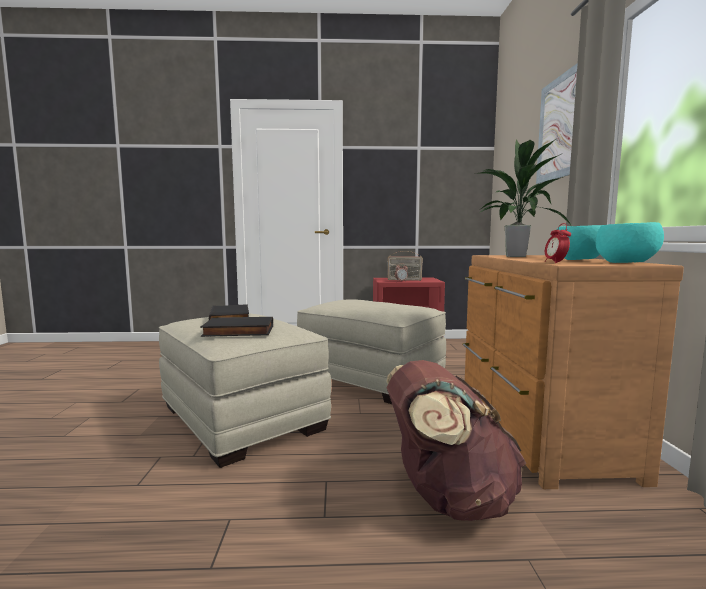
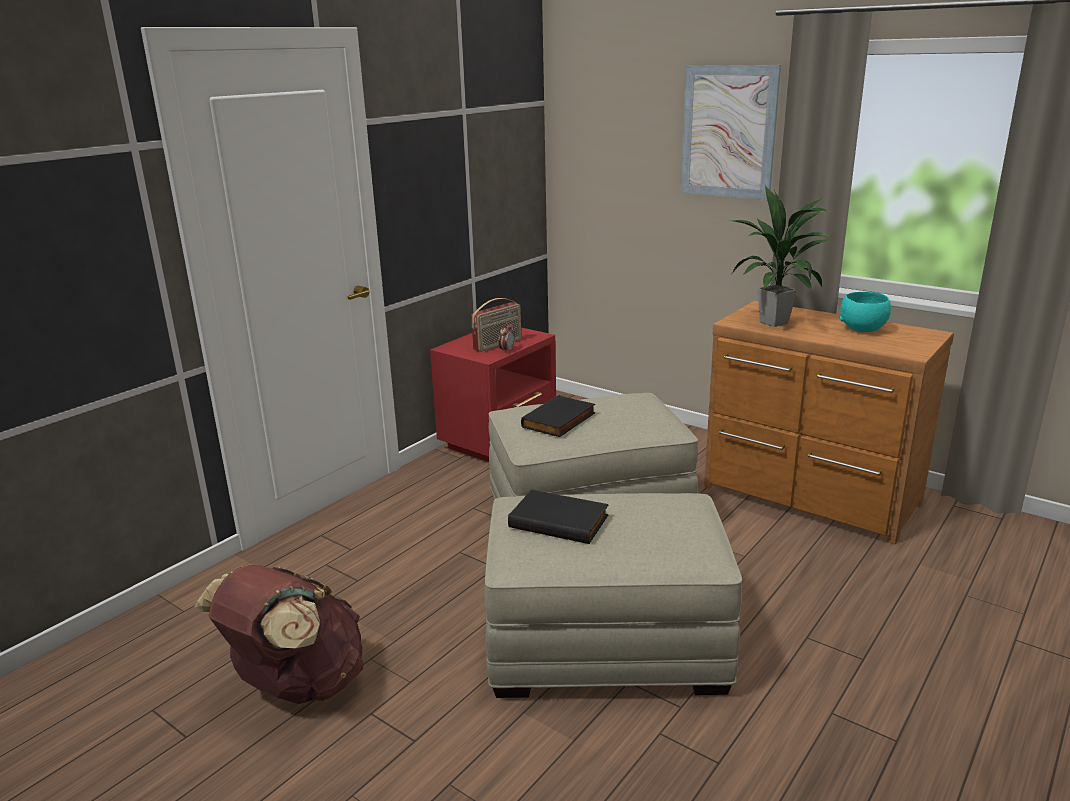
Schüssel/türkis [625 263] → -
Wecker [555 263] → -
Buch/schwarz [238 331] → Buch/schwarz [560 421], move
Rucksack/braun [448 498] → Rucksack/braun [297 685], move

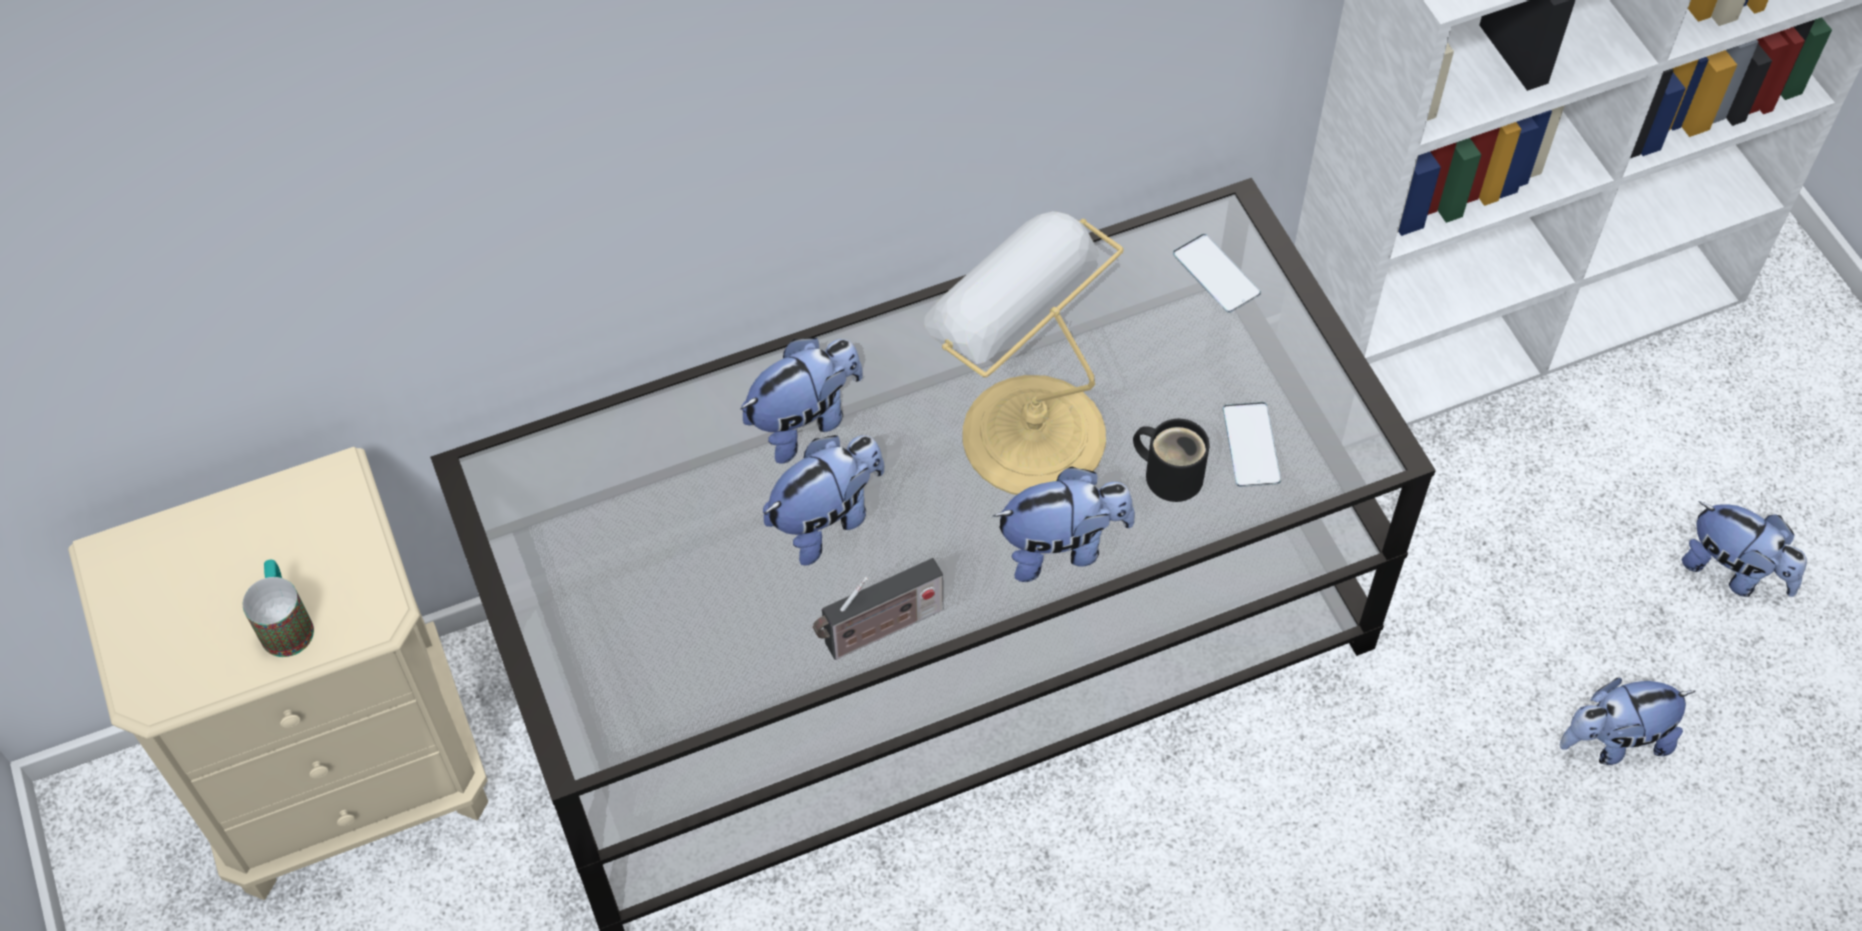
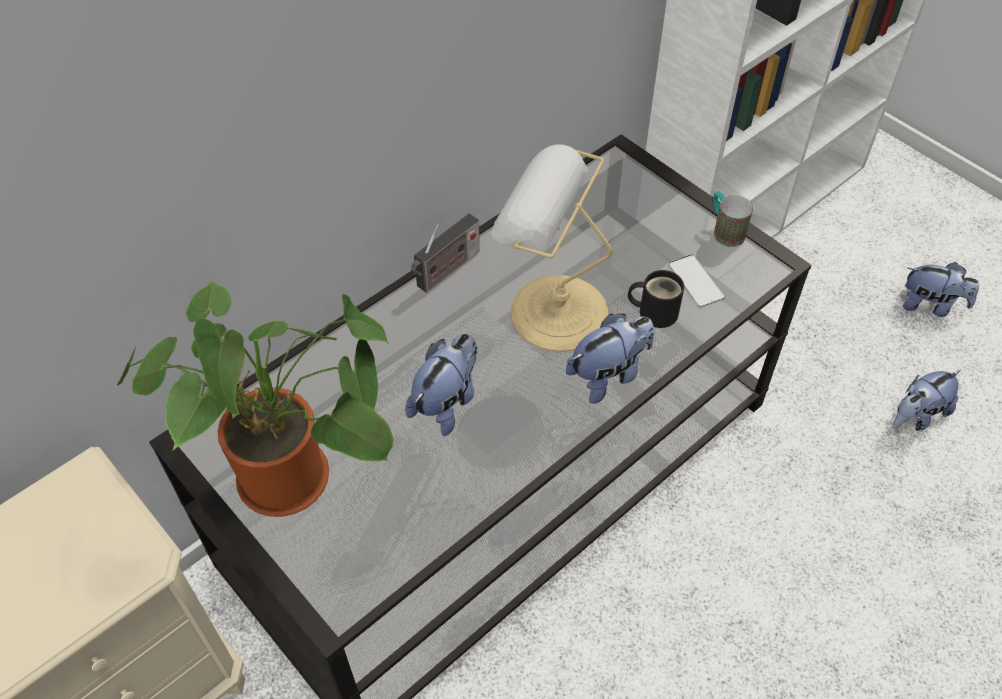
Handy [1216 274] → -
Plüschtier [805 421] → -
Radio [879 630] → Radio [446 271], move
Henkelbecher [286 622] → Henkelbecher [724 231], move
- → Topfpflanze [296 477]

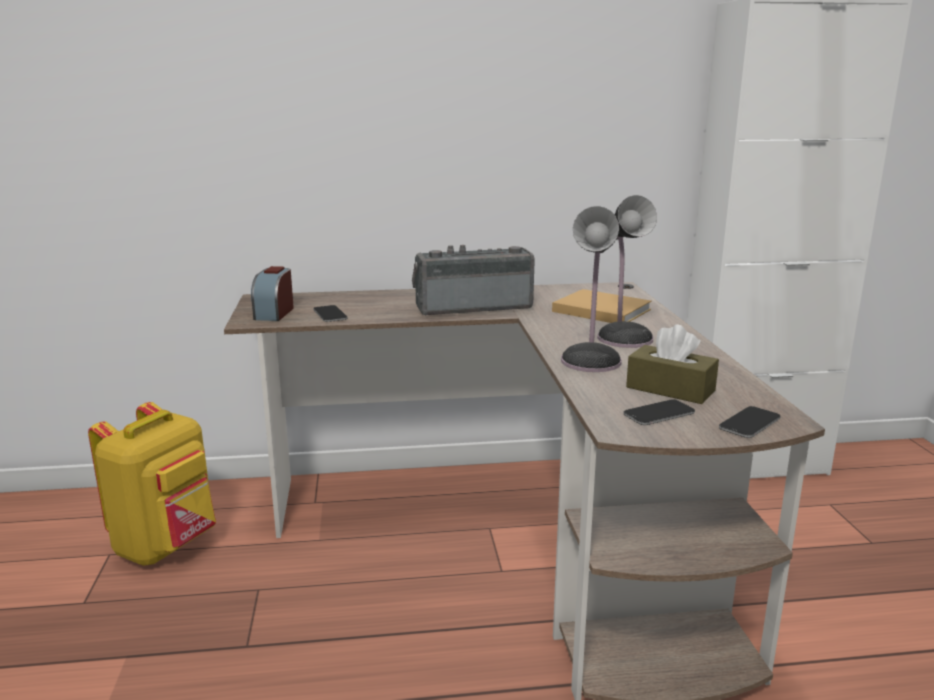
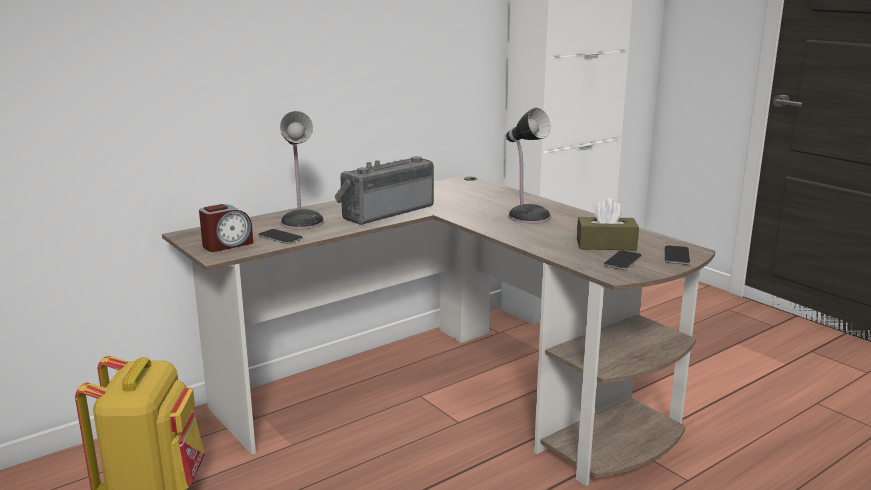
Tischlampe [592 360] → Tischlampe [302 221], move
Wecker [274 313] → Wecker [227 245], 105 degrees counterclockwise
Buch/beige [599 310] → -

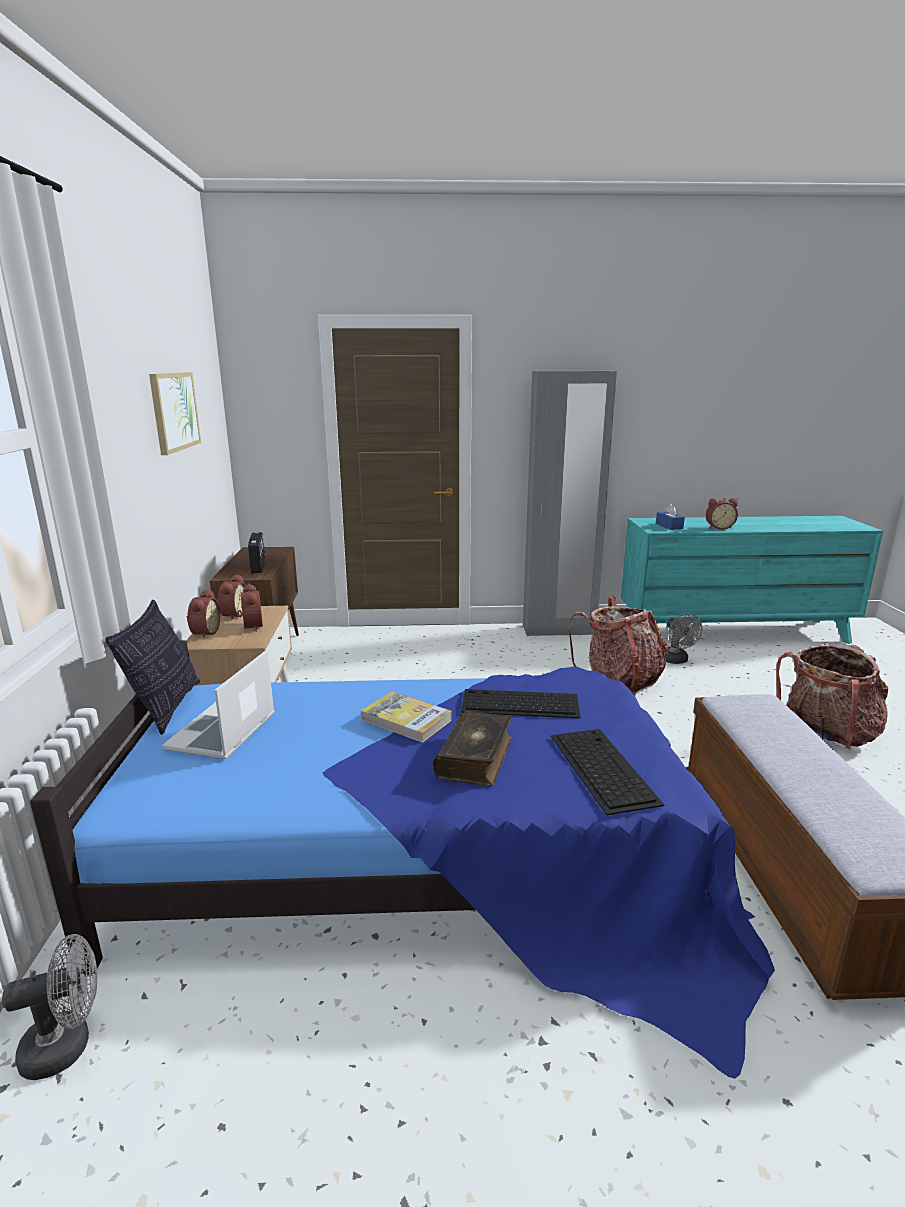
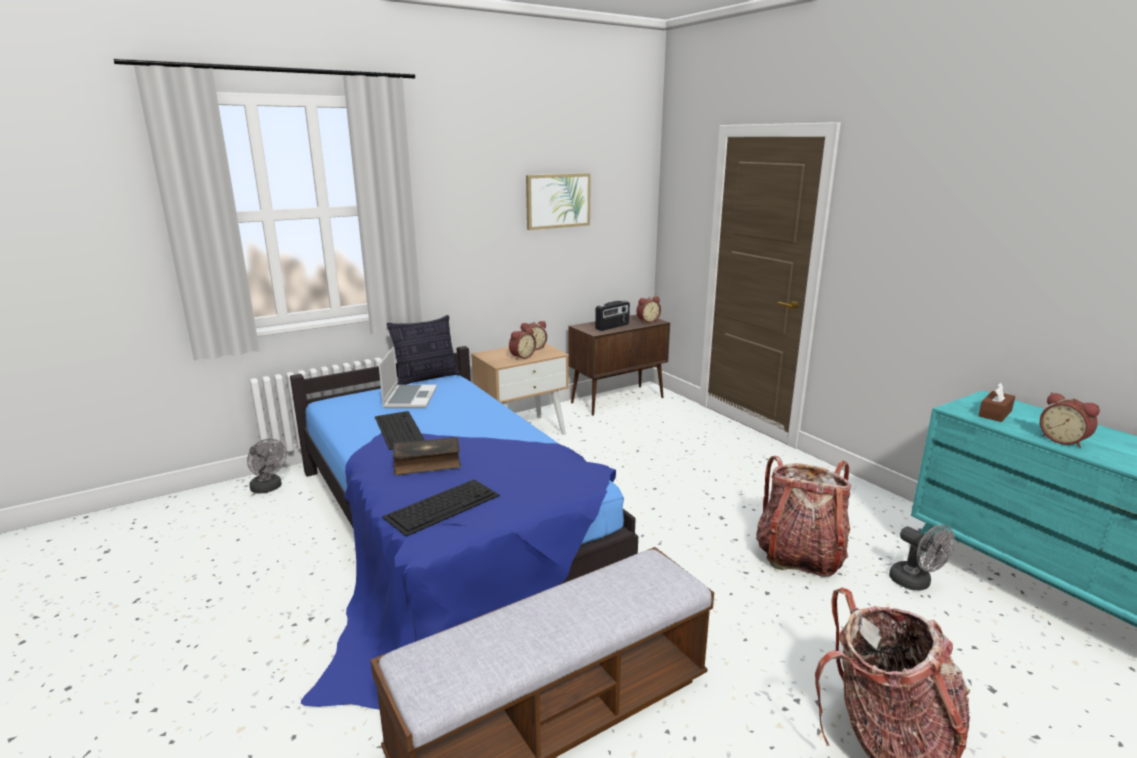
Kleiderschrank/grau [559 630] → -
Taschentuchbox/blau [669 526] → Taschentuchbox/braun [995 413]
Wecker [204 633] → Wecker [647 321], move
Ventilator/grau [676 660] → Ventilator/grau [916 583], 75 degrees counterclockwise
Laptop [222 733] → Laptop [409 398], 105 degrees clockwise
Tastatur [519 703] → Tastatur [399 429], move
Buch [406 720] → -

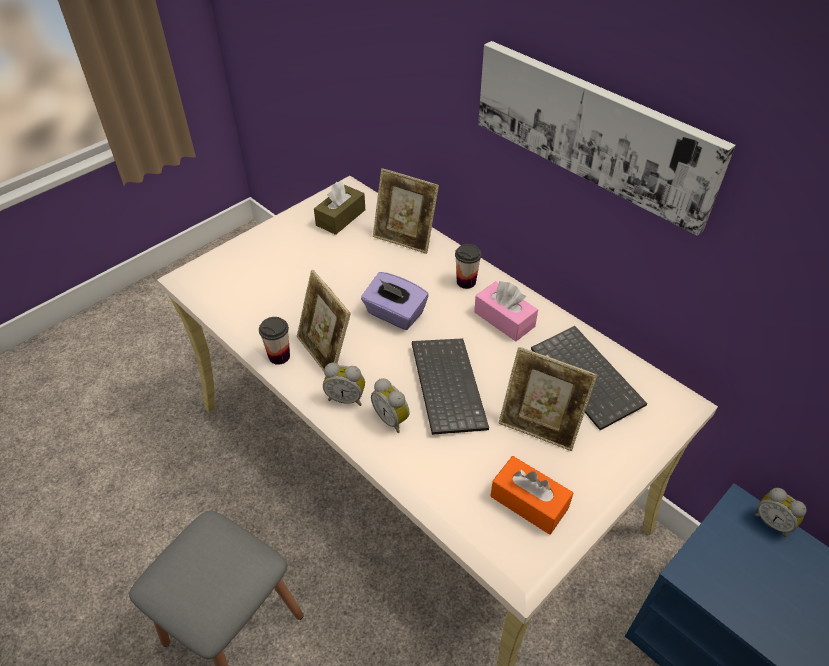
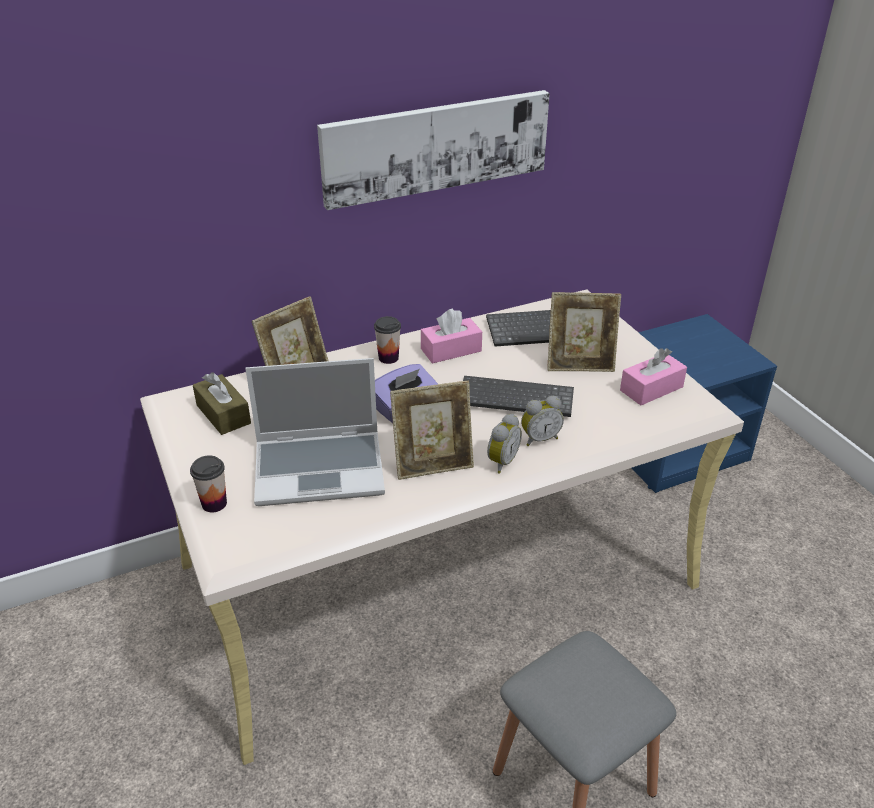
Tasse [279 356] → Tasse [214 503], move
Bilderrahmen [539 426] → Bilderrahmen [580 364], 45 degrees clockwise
Taschentuchbox/orange [529 502] → Taschentuchbox/rosa [651 389]
Wecker [772 522] → -
- → Laptop [321 468]

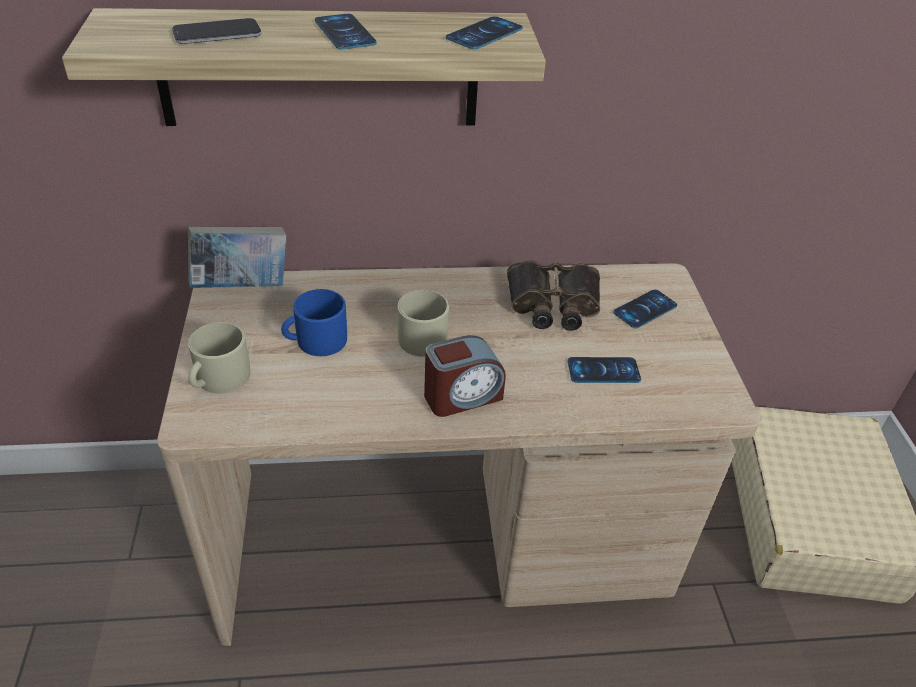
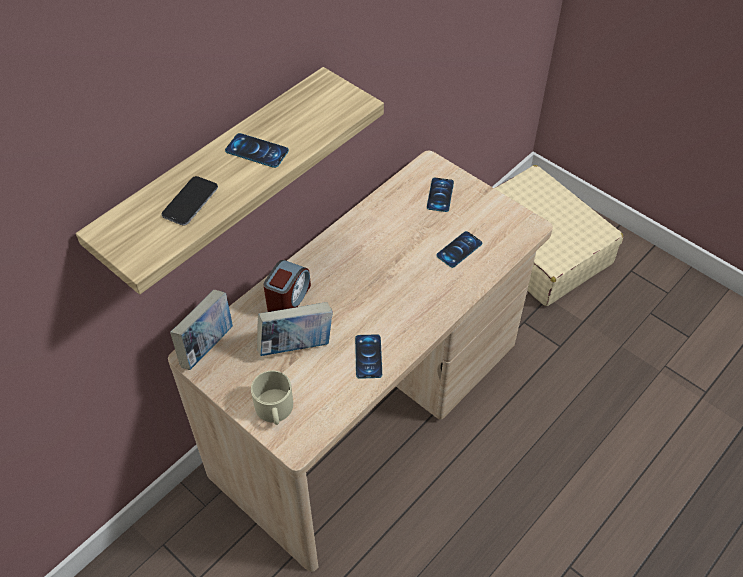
Handy [484 34] → Handy [368 356], move
Fernglas [552 304] → -
Henkelbecher/blau [315 341] → Buch [296 346]
Henkelbecher/beige [420 335] → -
Wecker [462 396] → Wecker [288 299], move

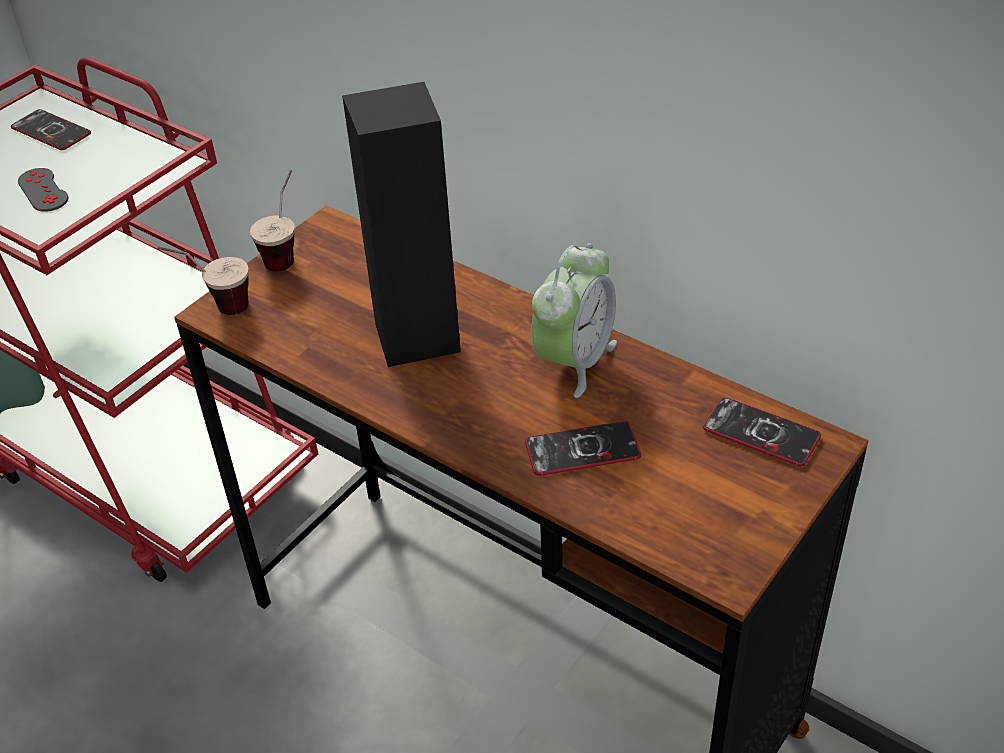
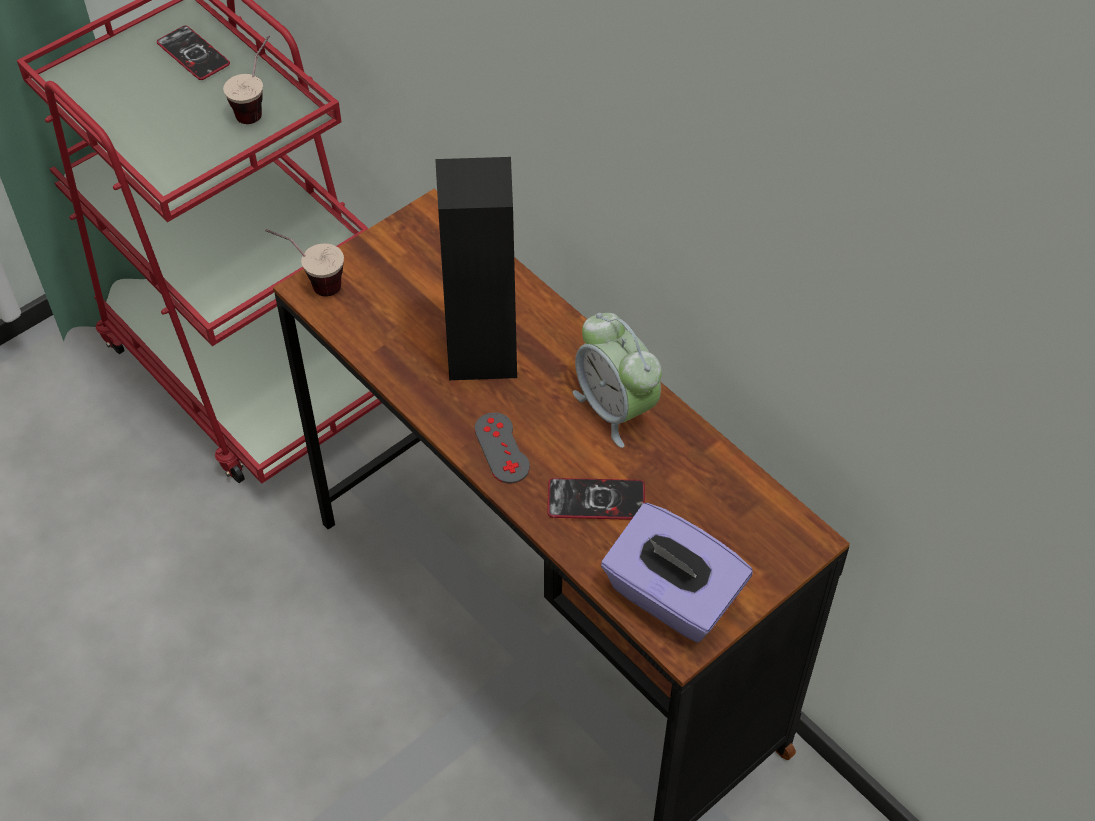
Gamepad/grau [43 190] → Gamepad/grau [502 448], move
Tasse [286 252] → Tasse [258 106], move
Wecker [574 361] → Wecker [615 409], 105 degrees clockwise
Handy [761 433] → -
- → Taschentuchbox/lila [671 597]

